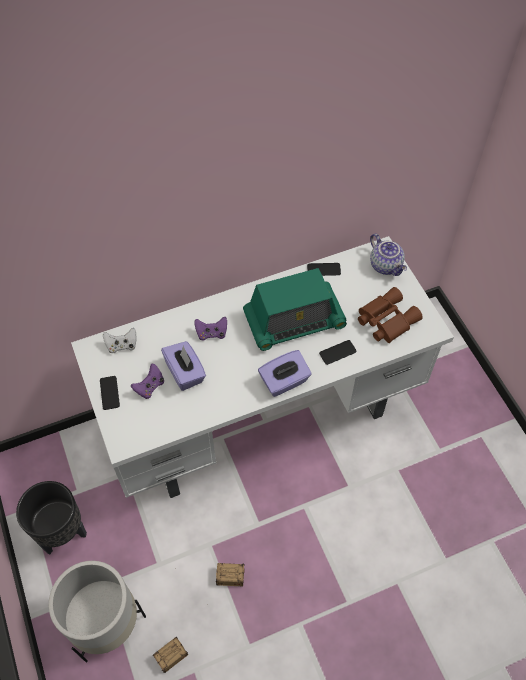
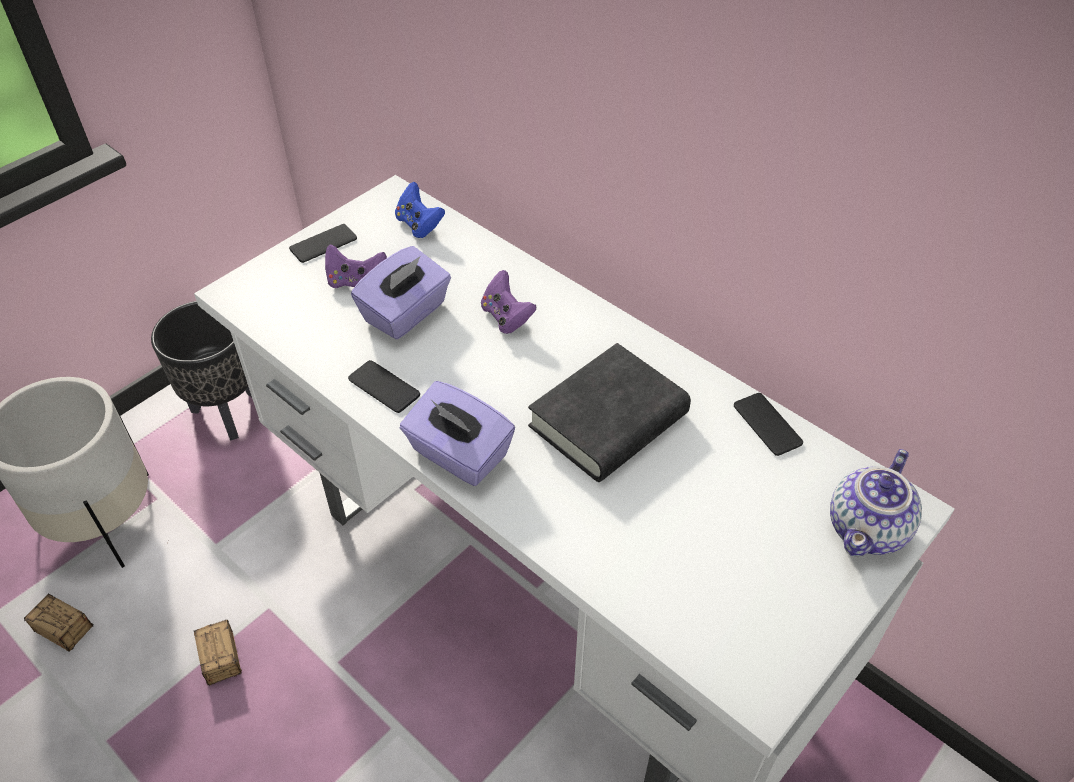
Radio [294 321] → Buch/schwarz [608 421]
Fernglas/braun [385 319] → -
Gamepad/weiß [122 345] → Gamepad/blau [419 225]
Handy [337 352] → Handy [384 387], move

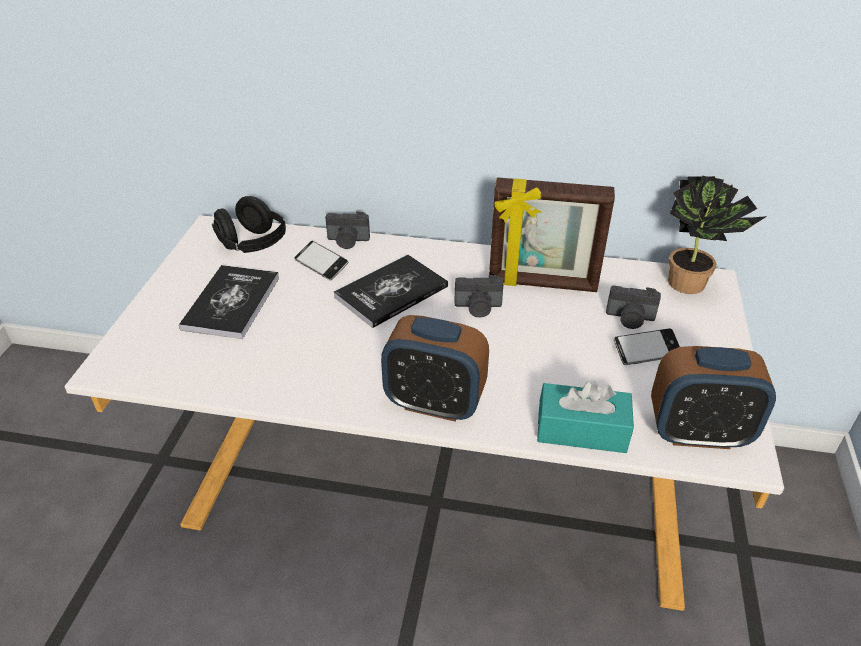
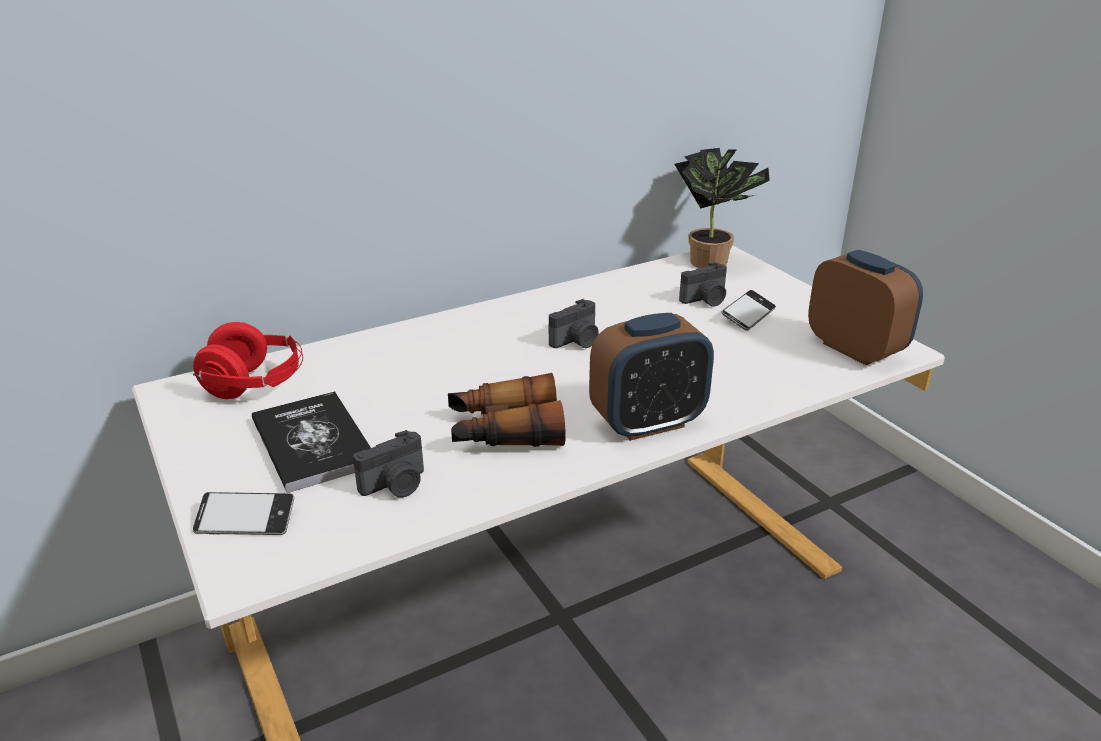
Bilderrahmen [542 284] → -
Kopfhörer/schwarz [253 245] → Kopfhörer/rot [255 385]
Kamera [347 241] → Kamera [396 485], move
Handy [321 264] → Handy [245 520], move
Buch [391 292] → -
Wecker [698 433] → Wecker [855 349], 90 degrees counterclockwise
Taschentuchbox/türkis [581 430] → -
- → Fernglas [504 431]

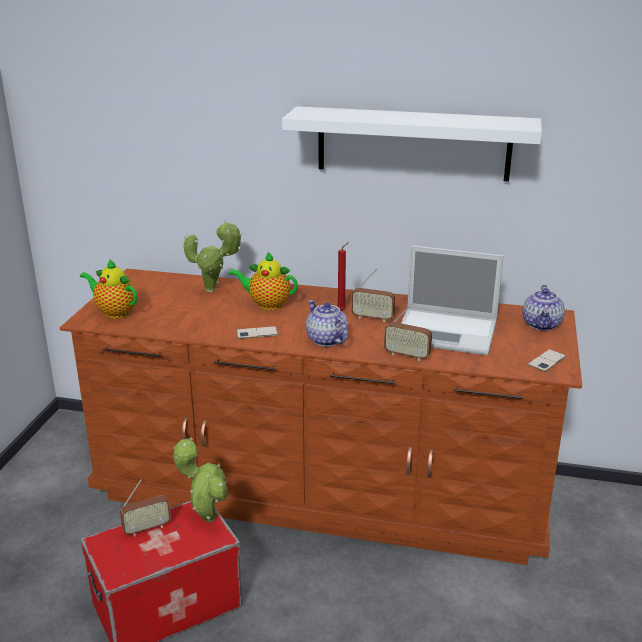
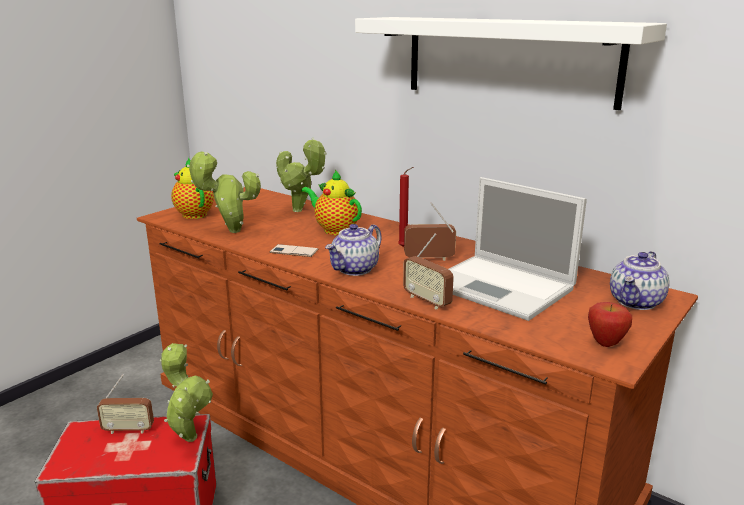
Radio [372 318] → Radio [429 259], 135 degrees clockwise
Teekanne [326 340] → Teekanne [355 269], 135 degrees counterclockwise
Handy [547 361] → Apfel [605 343]
- → Topfpflanze [230 231]

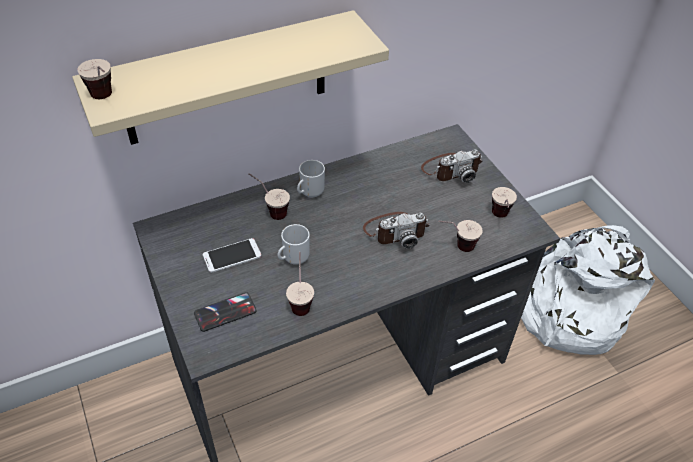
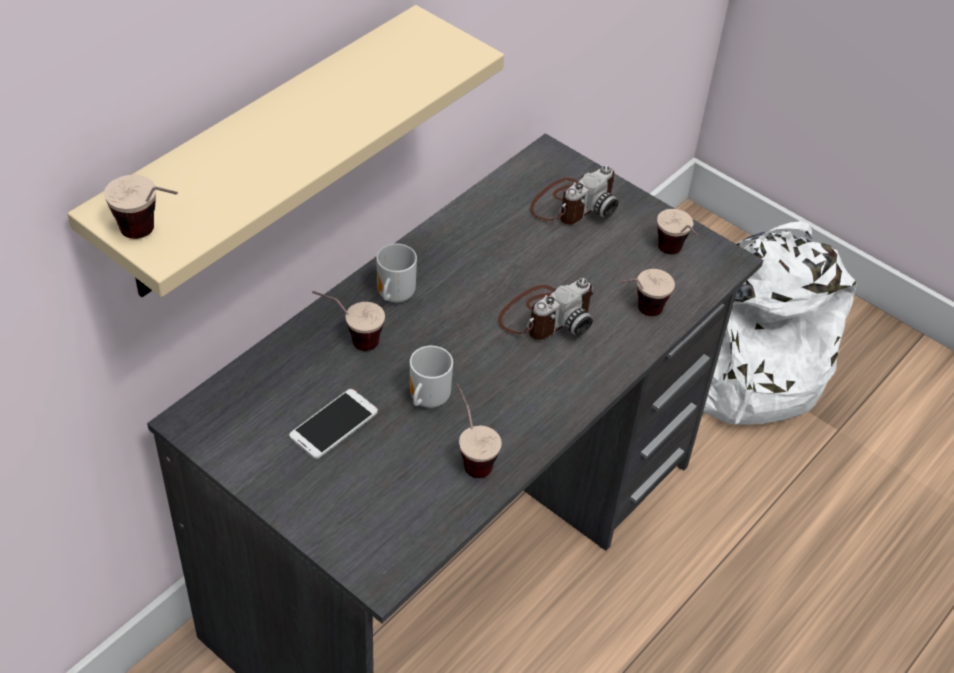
Handy [225 312] → -

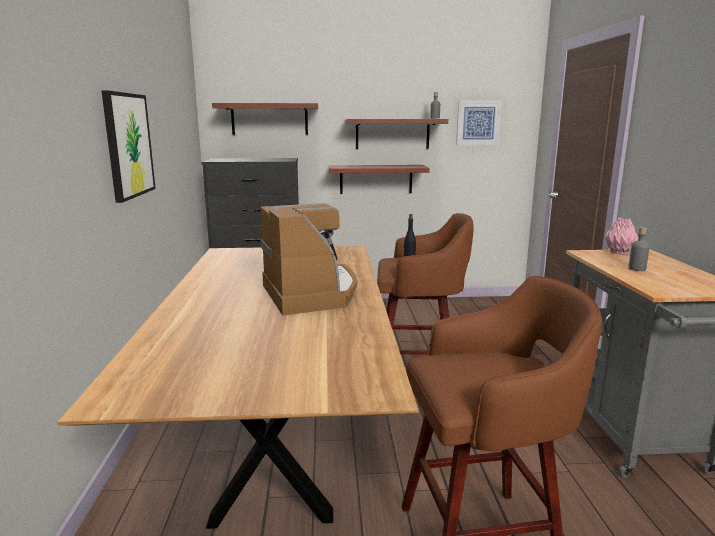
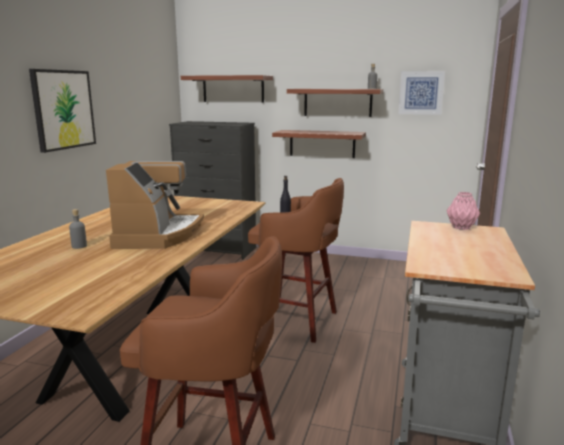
Flasche/grau [637 269] → Flasche/grau [79 246], move

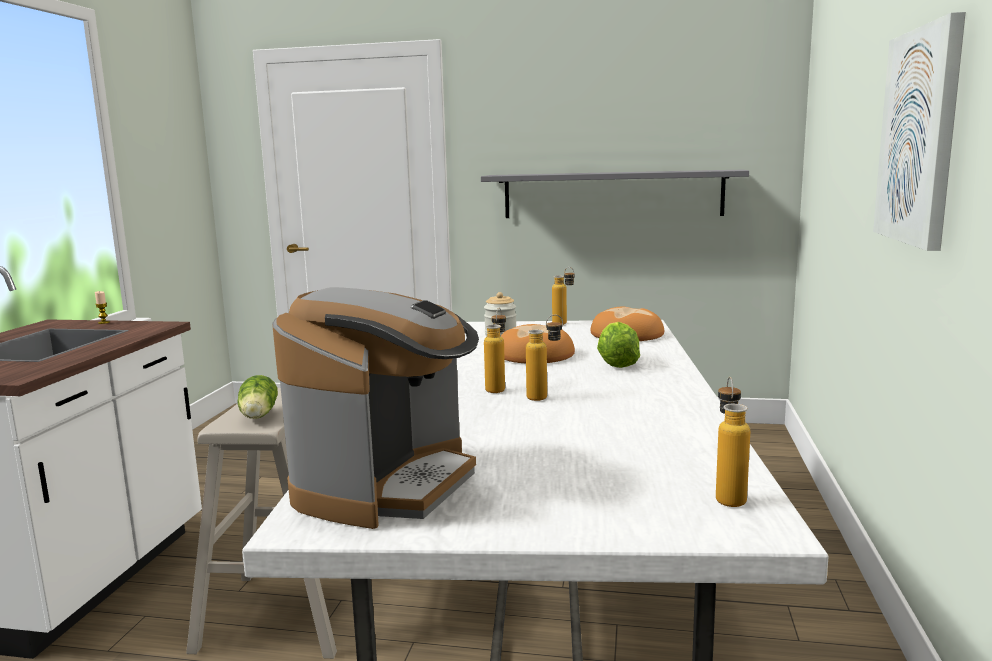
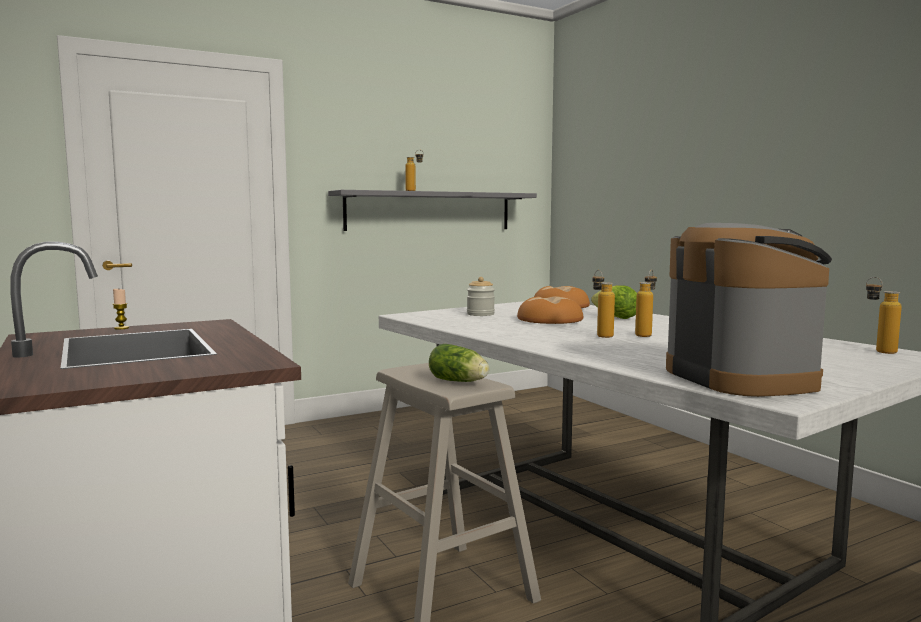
Bild [919 137] → -
Flasche [564 324] → Flasche [414 191], move

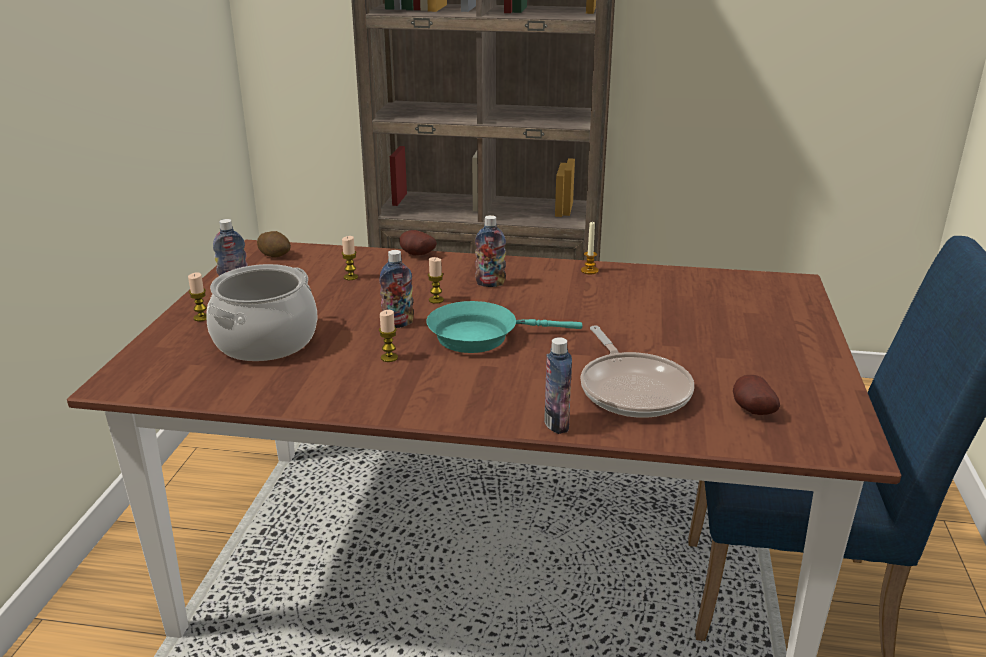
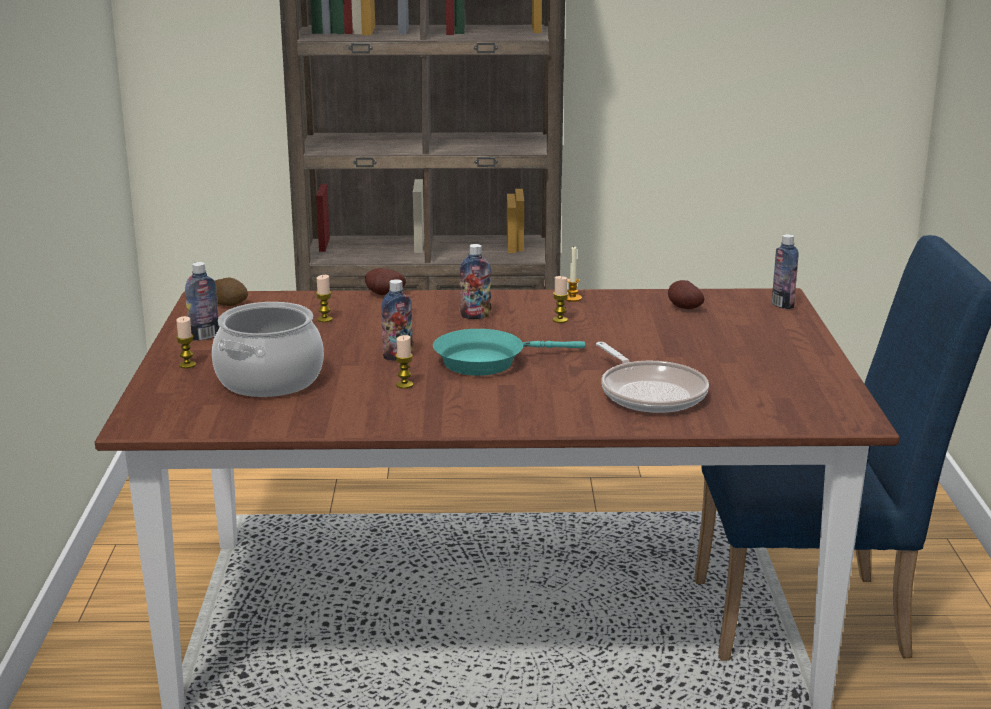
Kerze [436 300] → Kerze [560 320], move
Flasche [556 424] → Flasche [782 305], move
Kartoffel [751 411] → Kartoffel [683 308], move

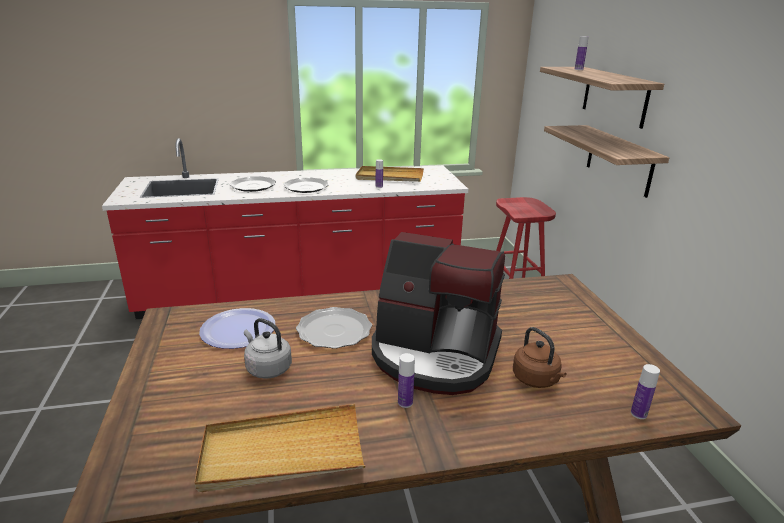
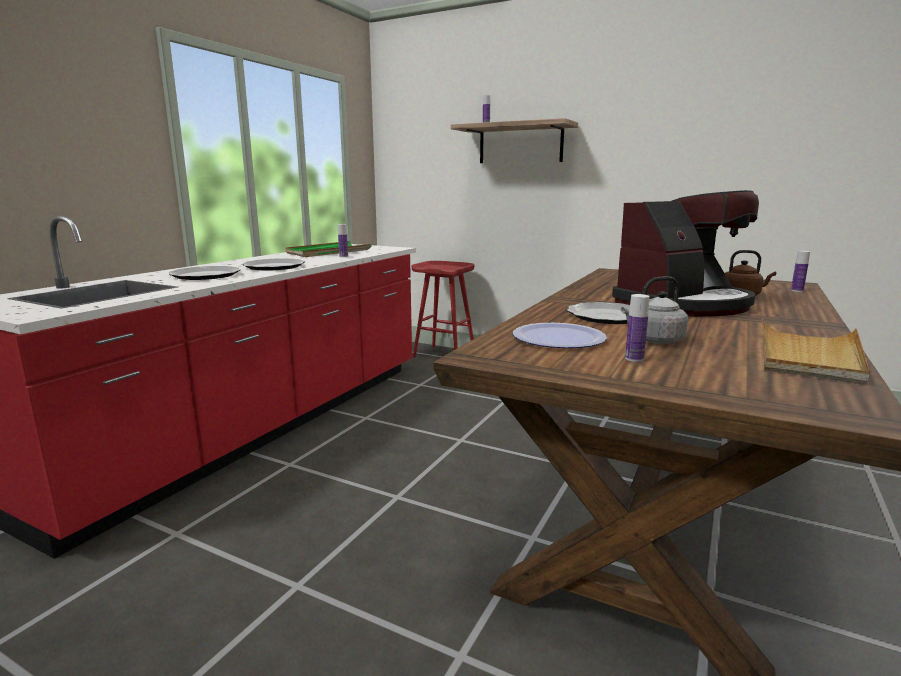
Wandregal [619 160] → -
Tablett/beige [389 177] → Tablett/grün [328 252]
Flasche [405 402] → Flasche [634 359], move

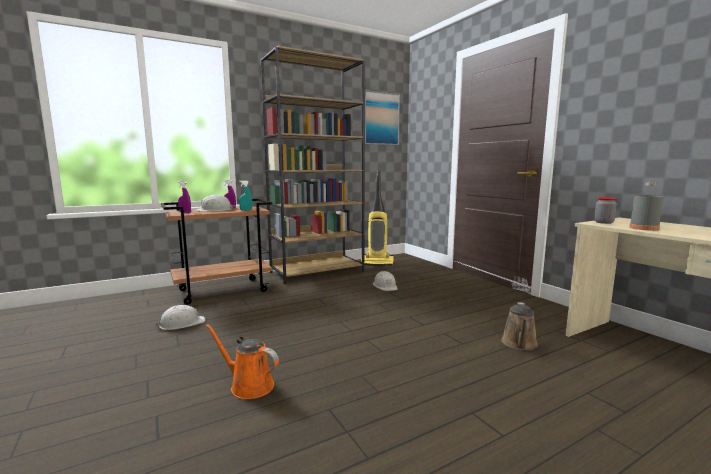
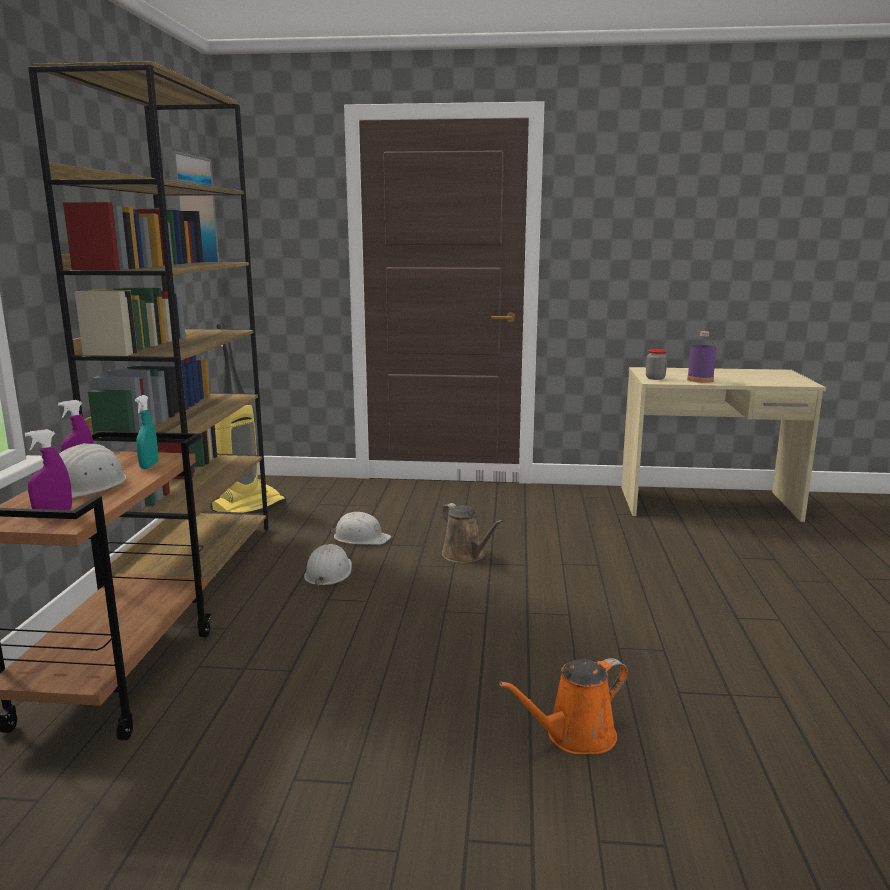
Flasche/grau [644 228] → Flasche/lila [700 380]
Gießkanne/braun [519 344] → Gießkanne/braun [466 555], move
Schutzhelm/weiß [182 324] → Schutzhelm/weiß [328 573], move

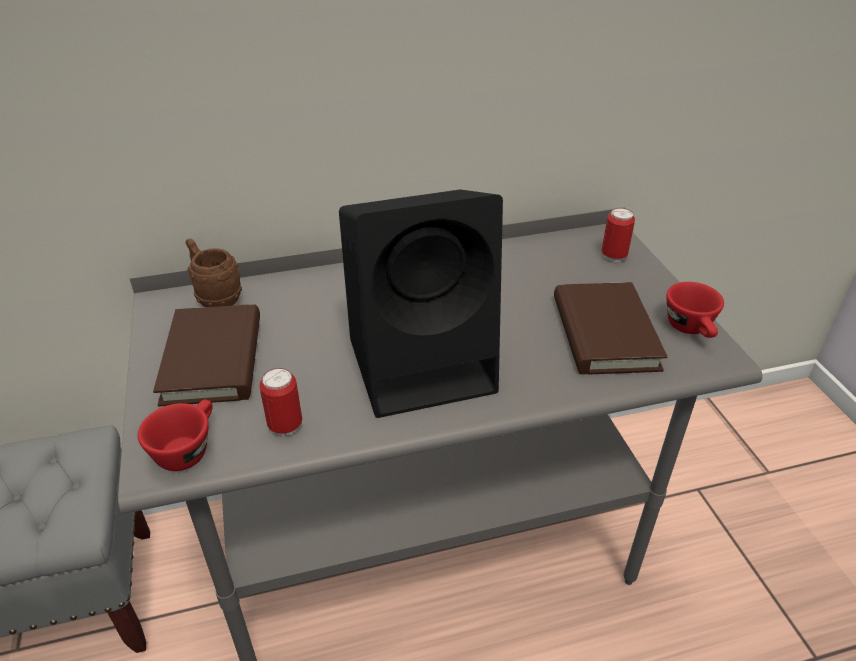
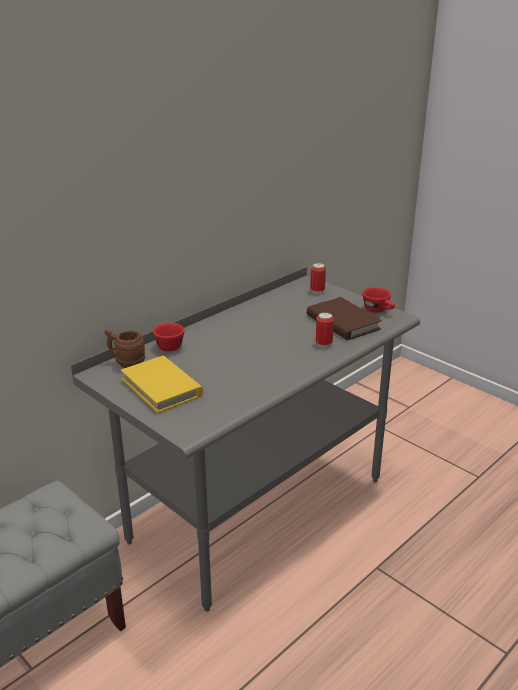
Lautsprecher/schwarz [425 363] → -
Buch/braun [213 359] → Buch/gelb [161 387]
Dose [285 425] → Dose [324 344], move
Tasse/rot [187 448] → Tasse/rot [169 345], move

